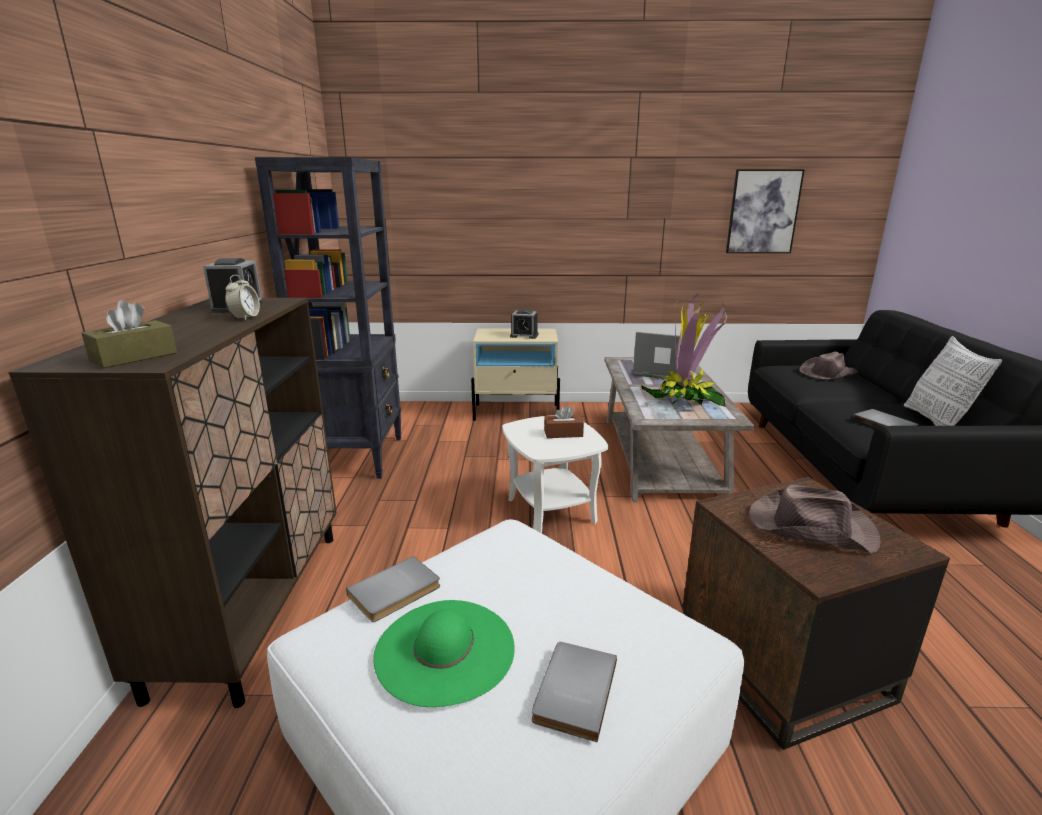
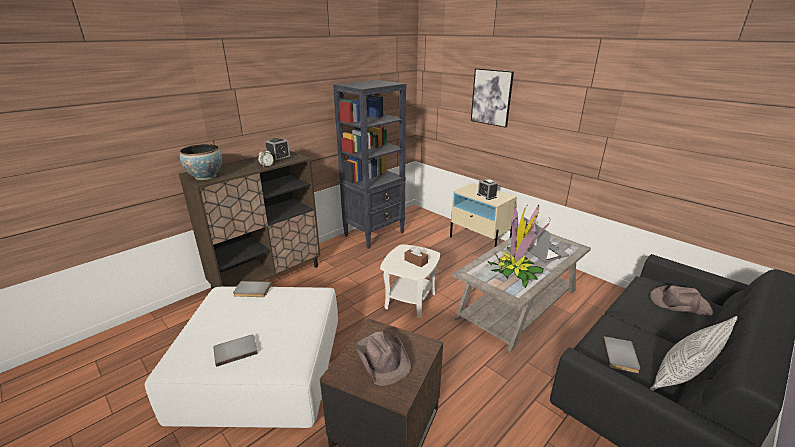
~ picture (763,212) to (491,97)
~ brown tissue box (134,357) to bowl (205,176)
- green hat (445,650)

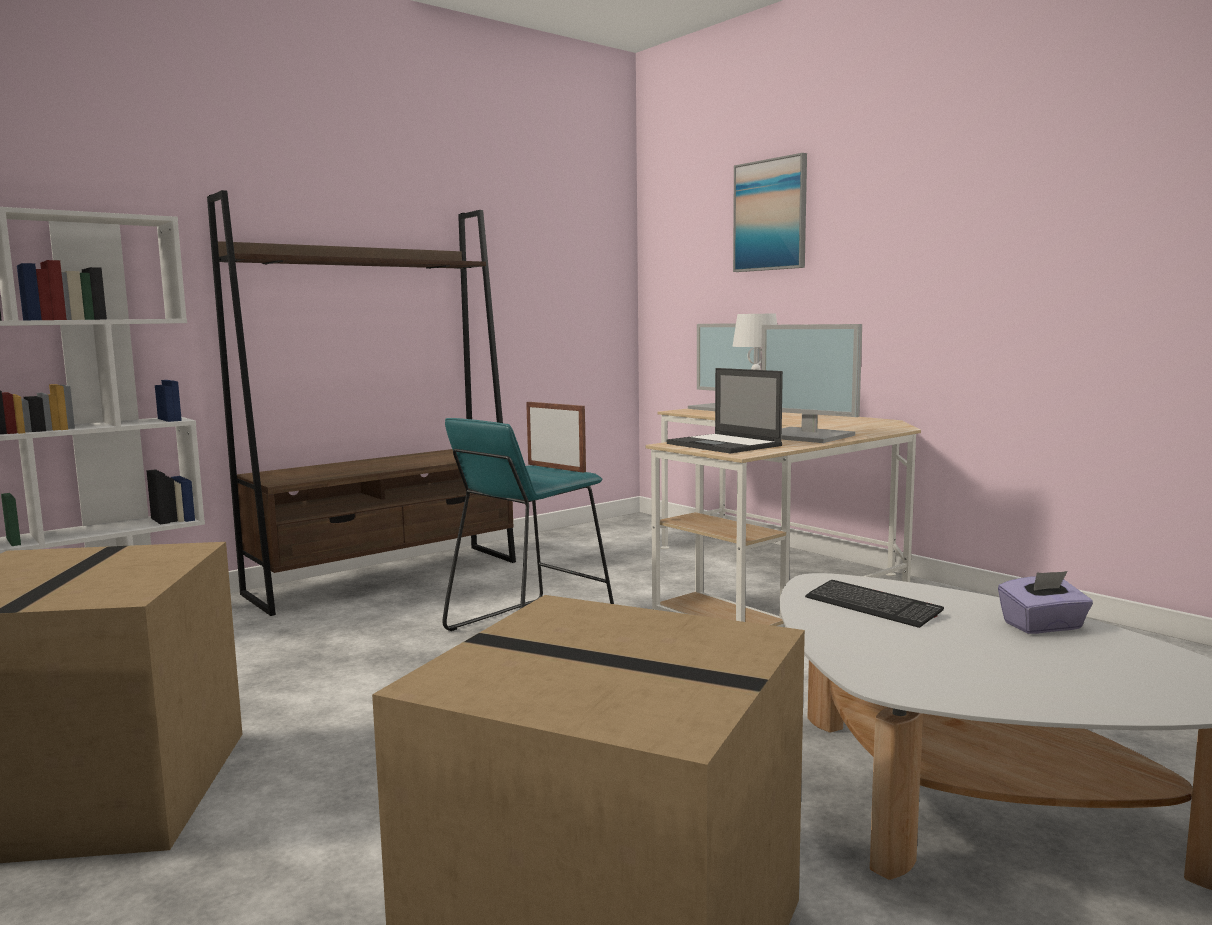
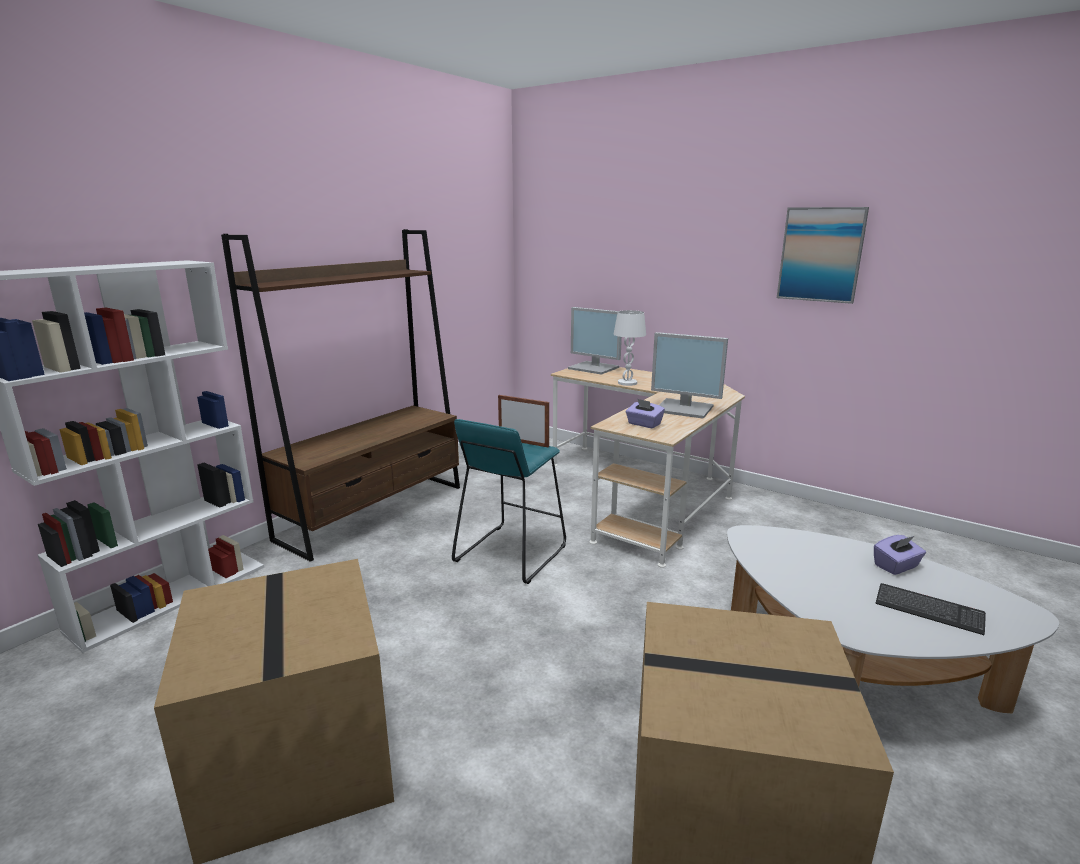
~ picture (770,215) to (821,254)
~ laptop (725,445) to purple tissue box (644,424)
~ keyboard (872,606) to (928,610)

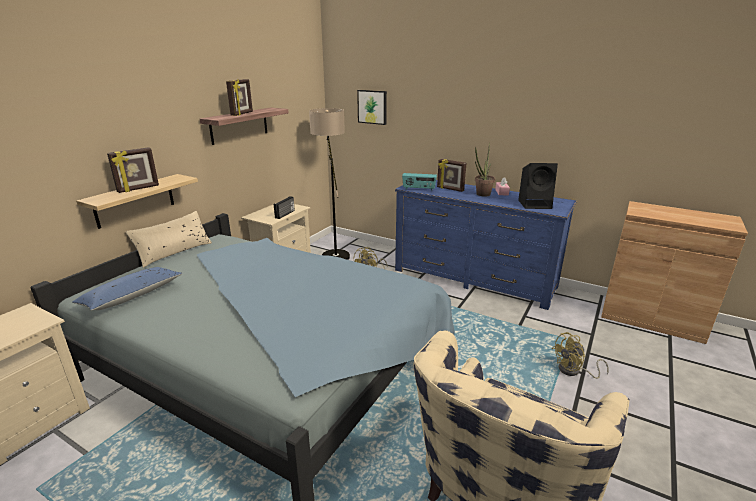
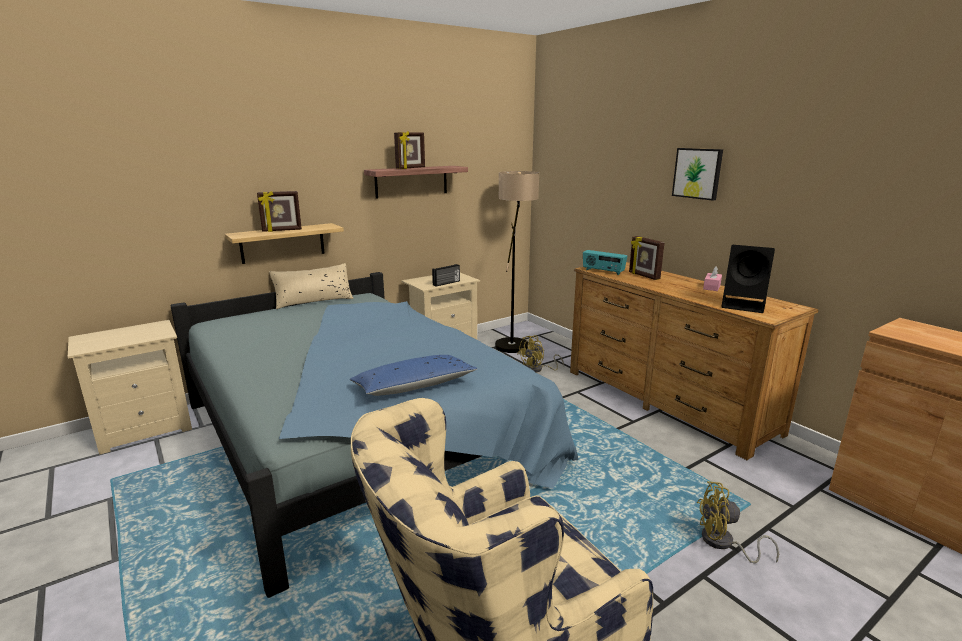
~ picture (372,107) to (697,173)
- potted plant (481,195)
~ blue dresser (473,278) to brown dresser (666,400)
~ blue pillow (132,296) to (414,386)

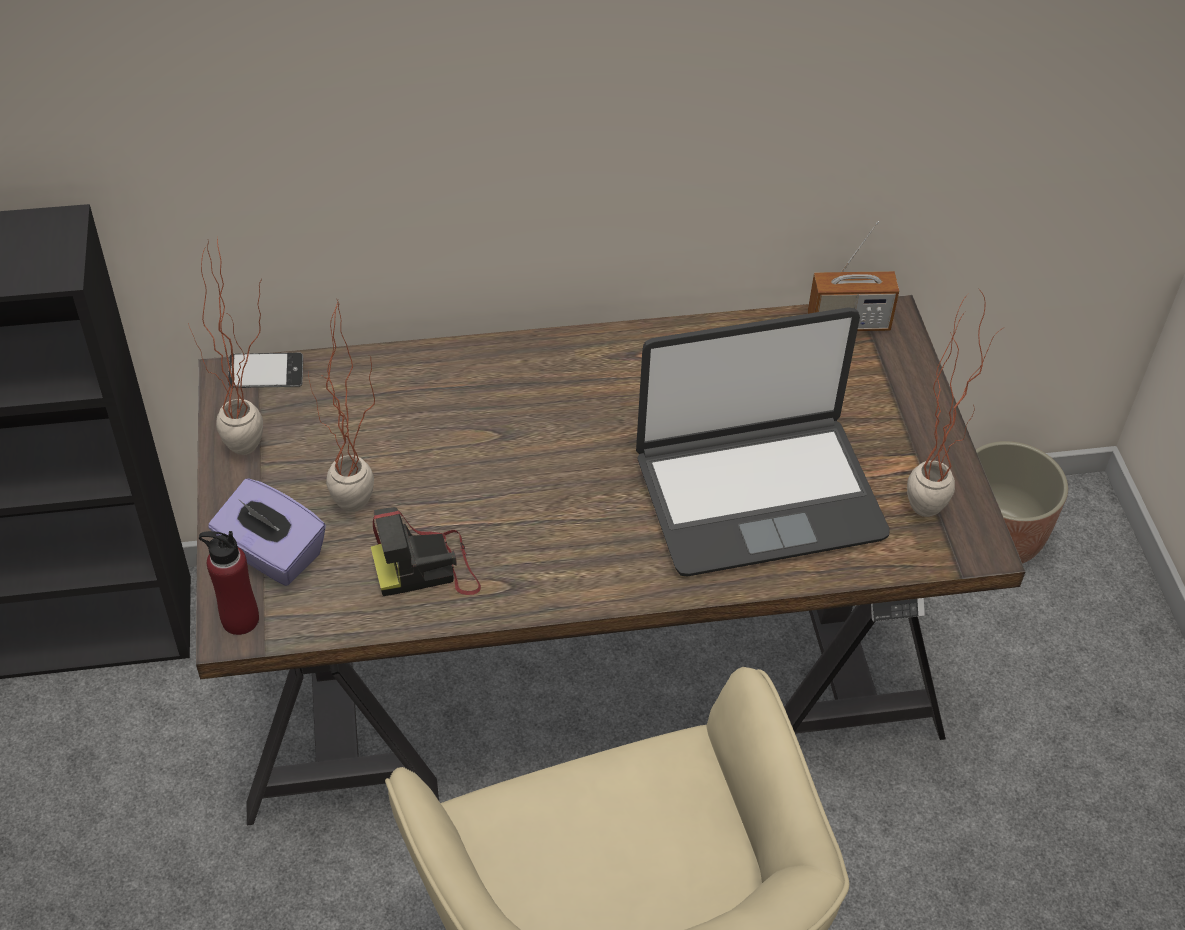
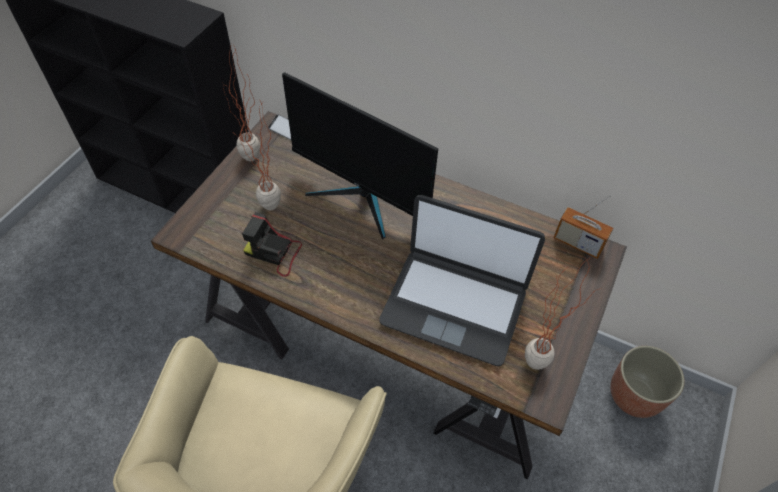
- purple tissue box (271,554)
- red bottle (240,619)
+ monitor (361,198)

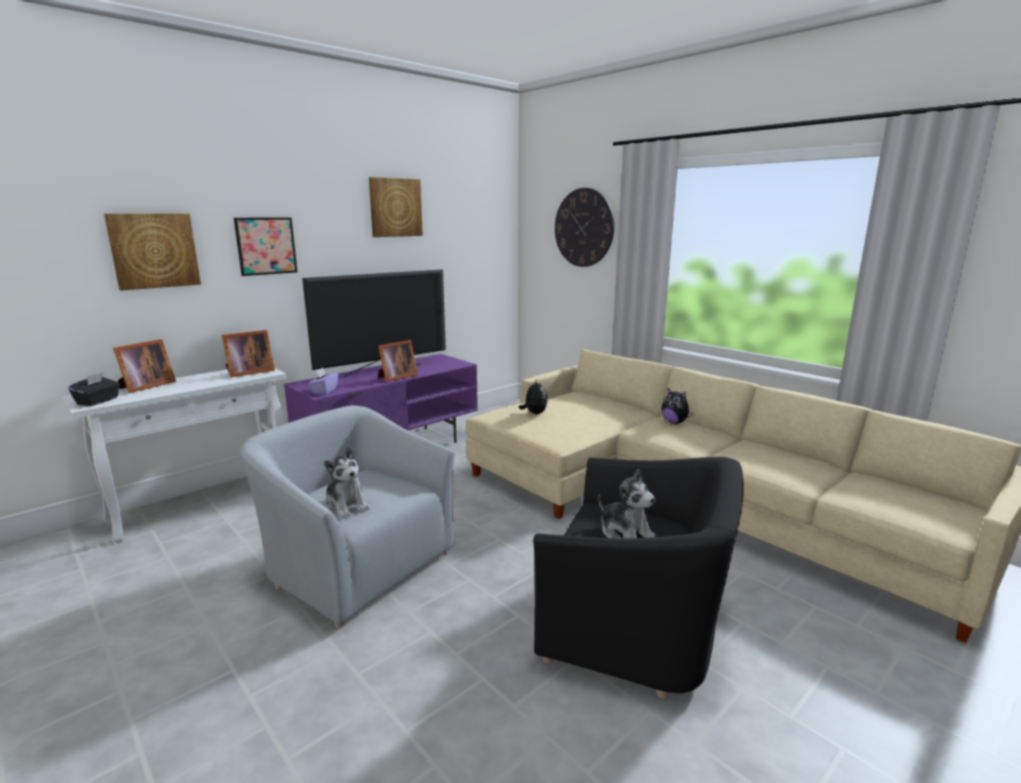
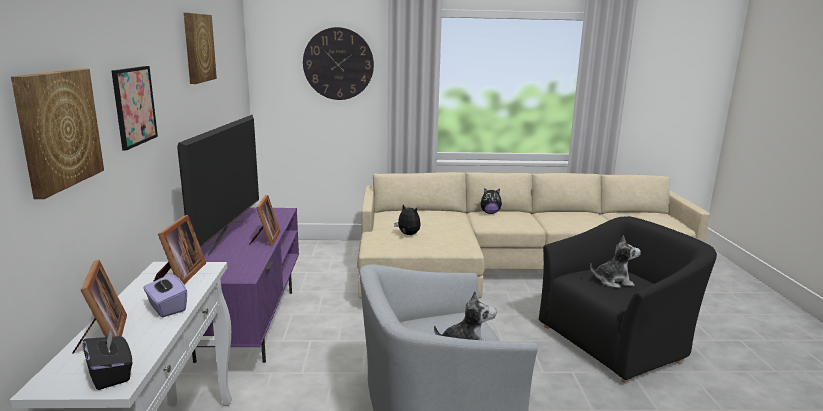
~ purple tissue box (324,391) to (166,308)

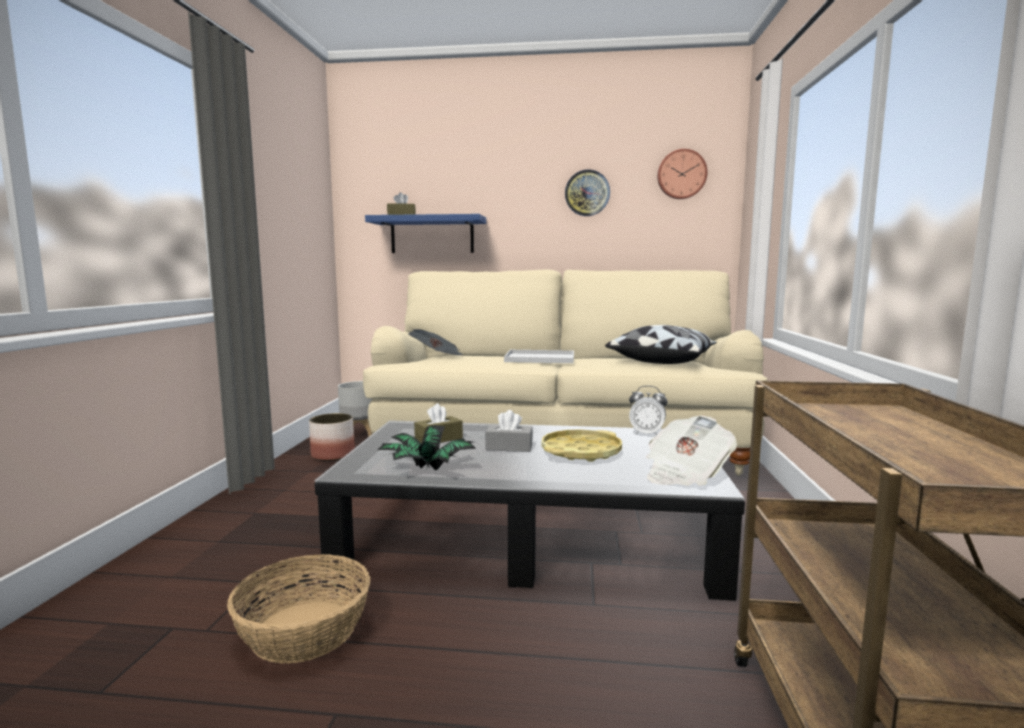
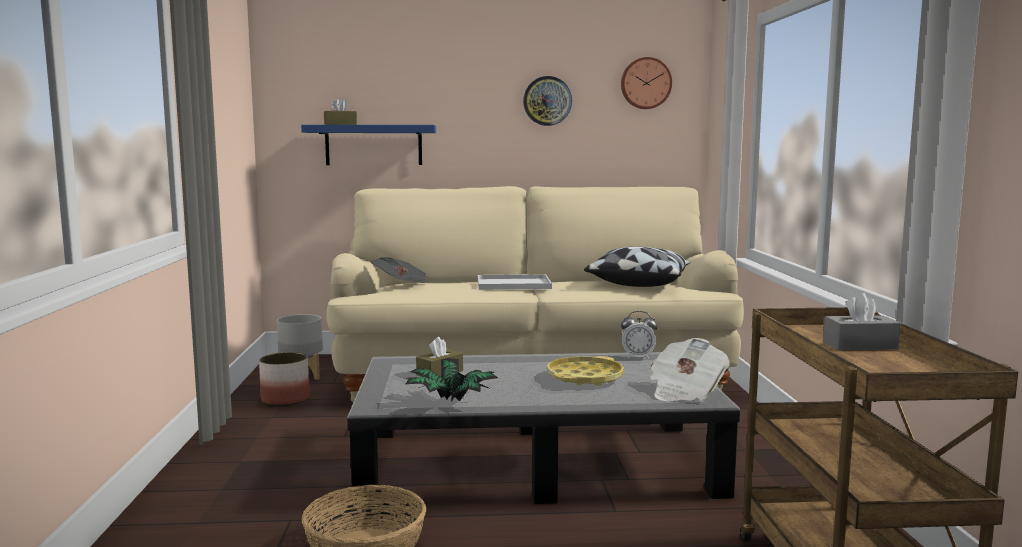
~ grey tissue box (509,447) to (860,345)

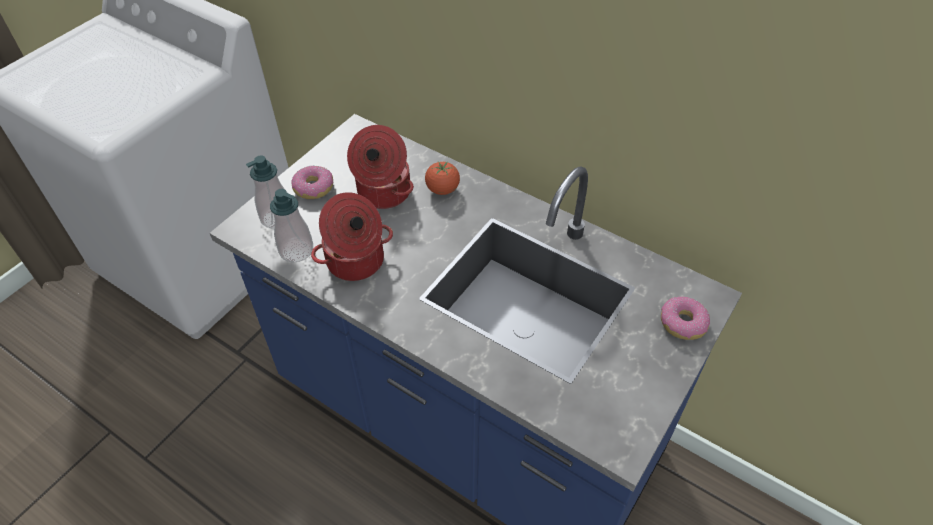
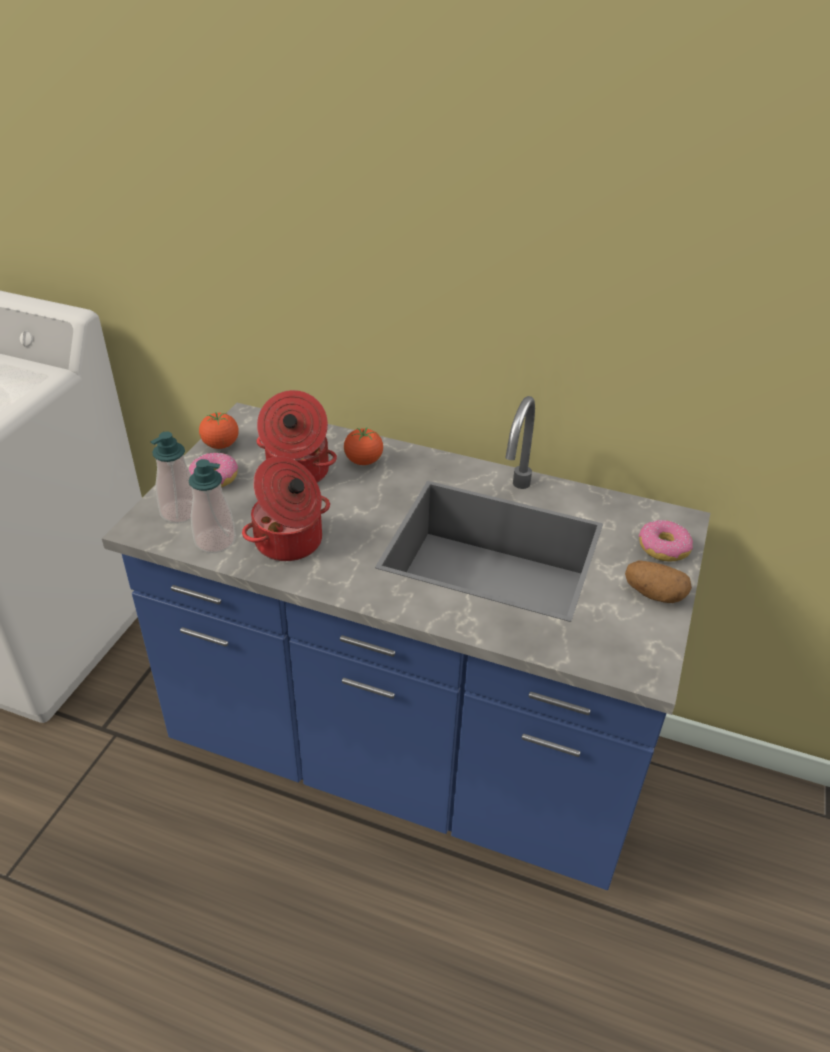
+ tomato (221,445)
+ potato (653,594)

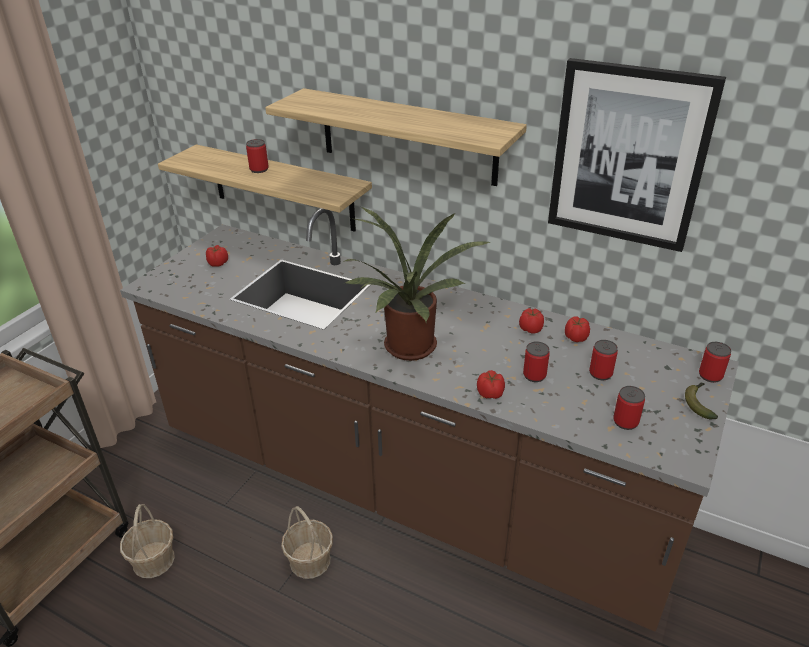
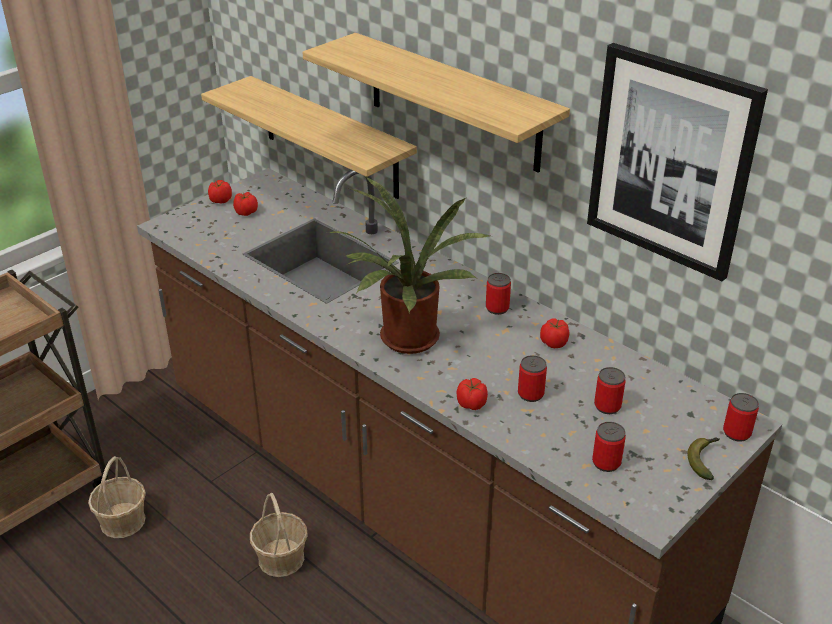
~ can (259,169) to (497,308)
~ tomato (575,338) to (220,200)

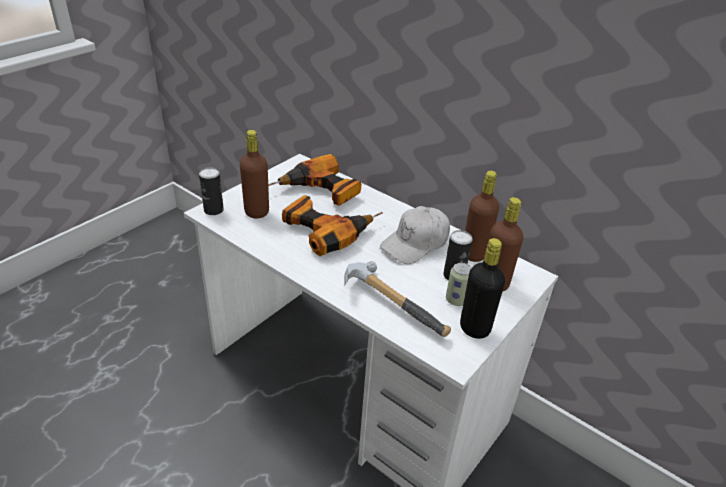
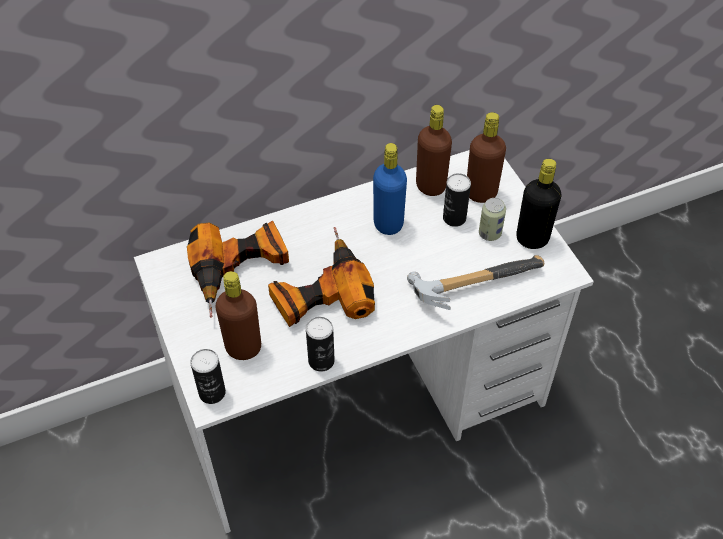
~ white cap (416,243) to blue bottle (388,224)
+ can (321,360)

